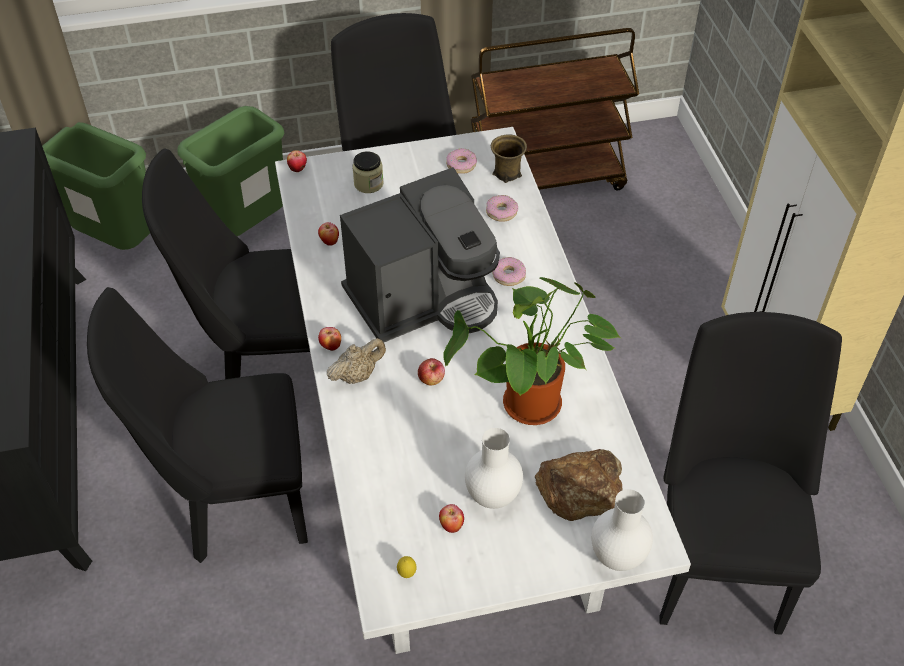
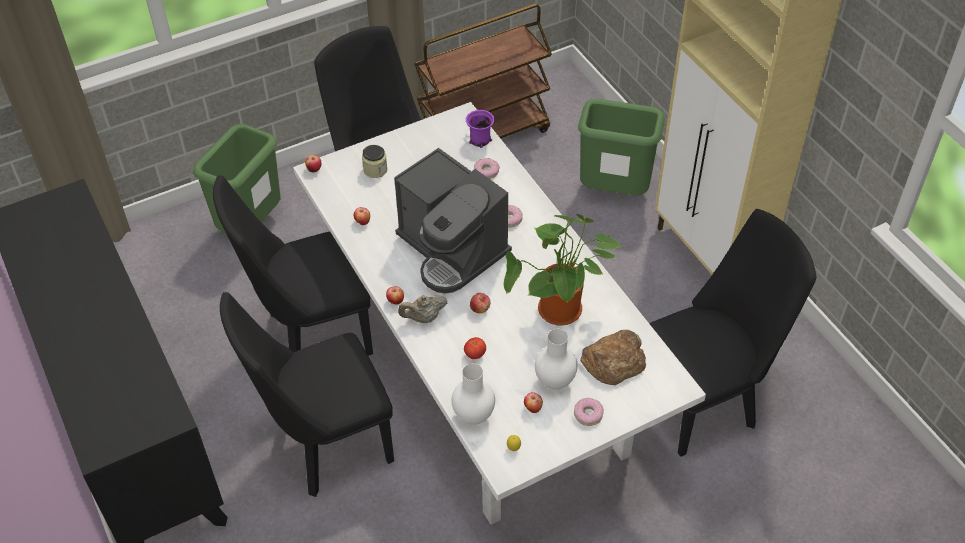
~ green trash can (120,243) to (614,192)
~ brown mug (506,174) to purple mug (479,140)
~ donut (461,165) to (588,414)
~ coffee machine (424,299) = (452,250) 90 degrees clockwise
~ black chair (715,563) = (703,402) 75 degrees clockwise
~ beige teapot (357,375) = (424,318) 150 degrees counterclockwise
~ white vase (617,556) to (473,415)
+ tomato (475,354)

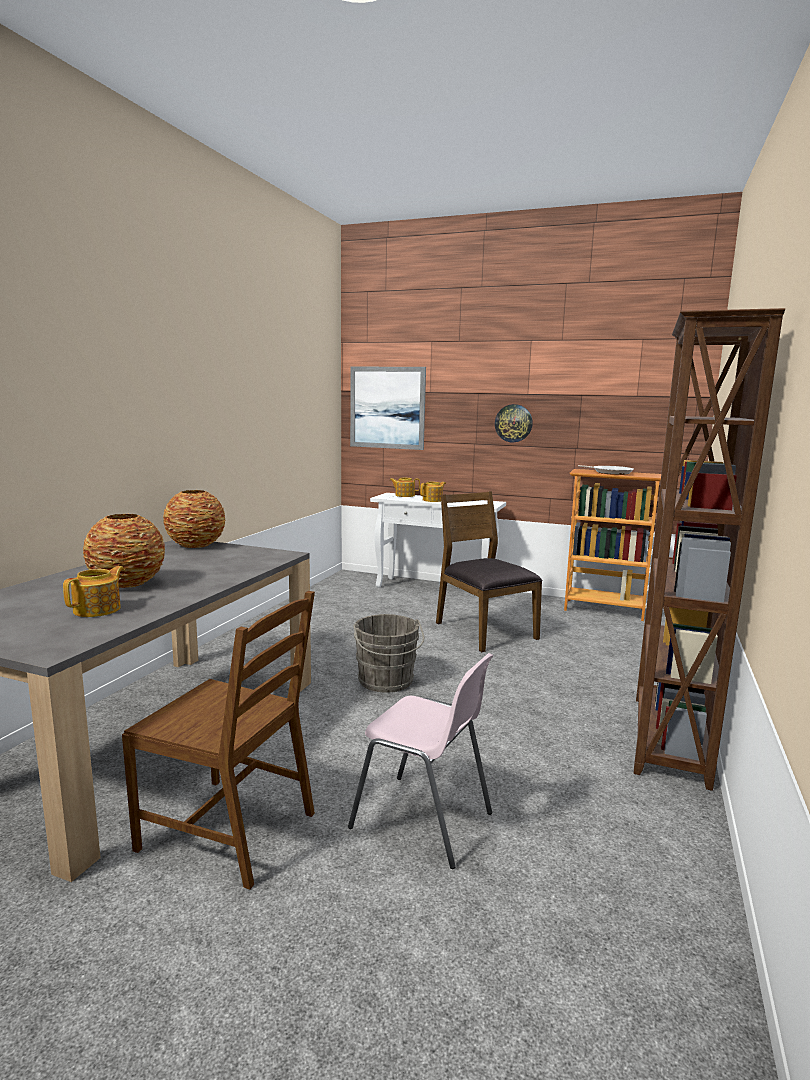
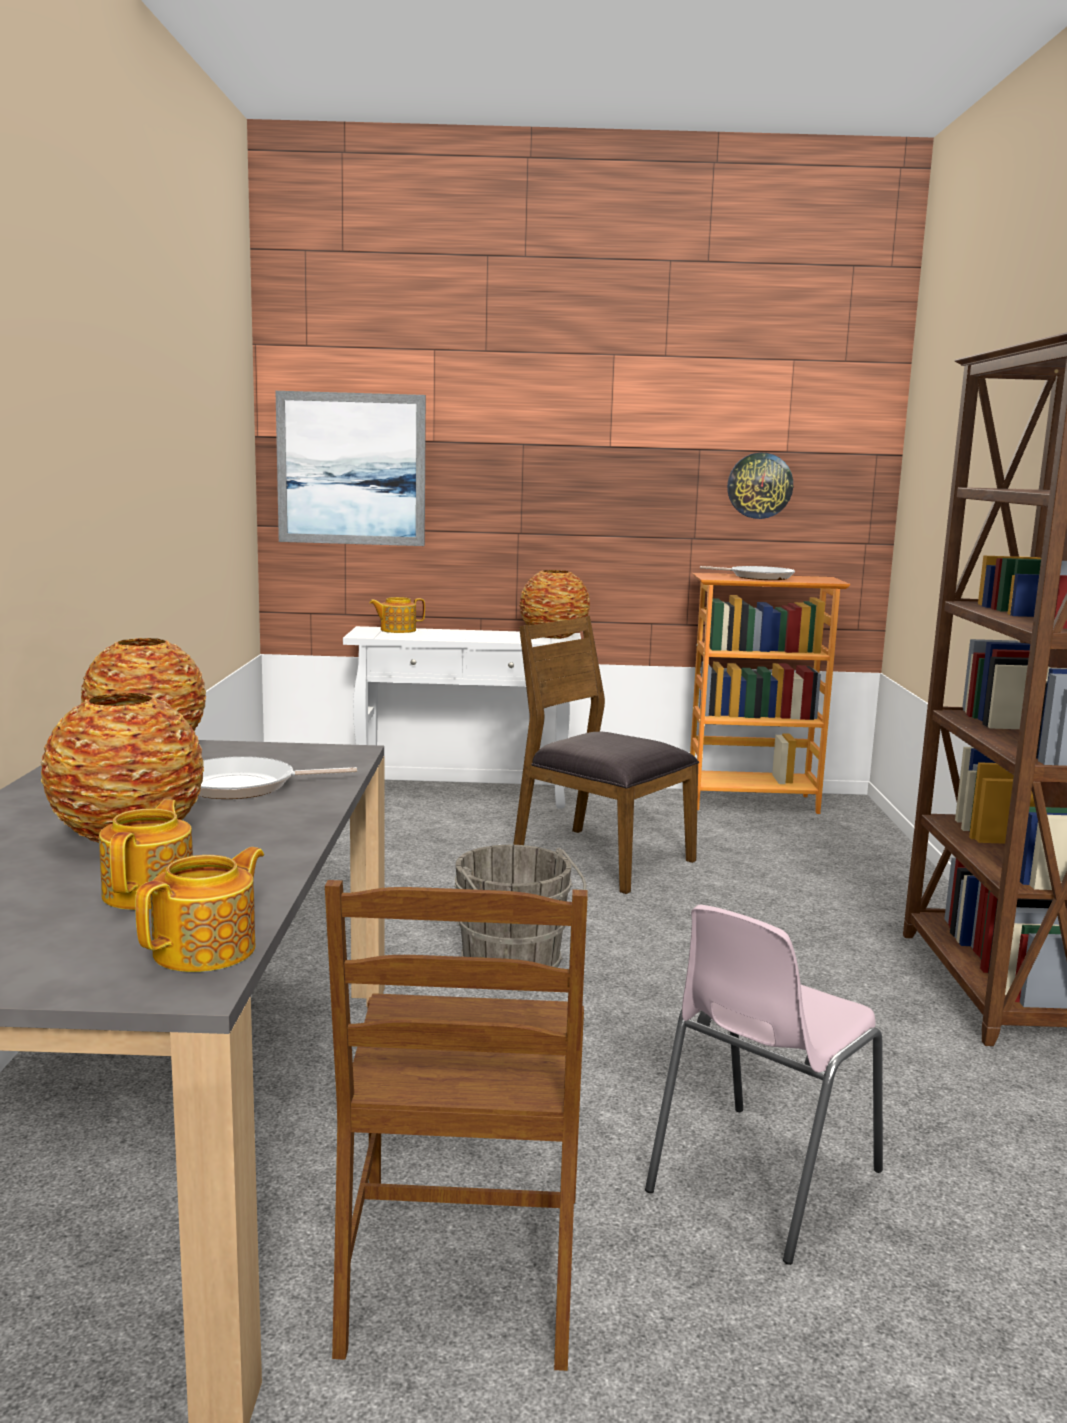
~ wall clock (513,423) to (759,485)
~ teapot (433,500) to (207,950)
~ brown chair (230,830) = (463,1271) 90 degrees clockwise
~ pink chair (423,821) = (760,1181) 120 degrees clockwise
+ vase (554,636)
+ frying pan (244,786)

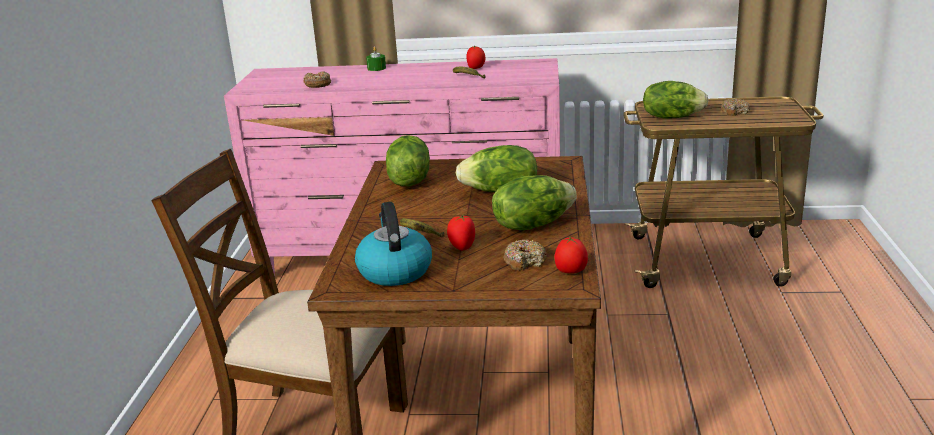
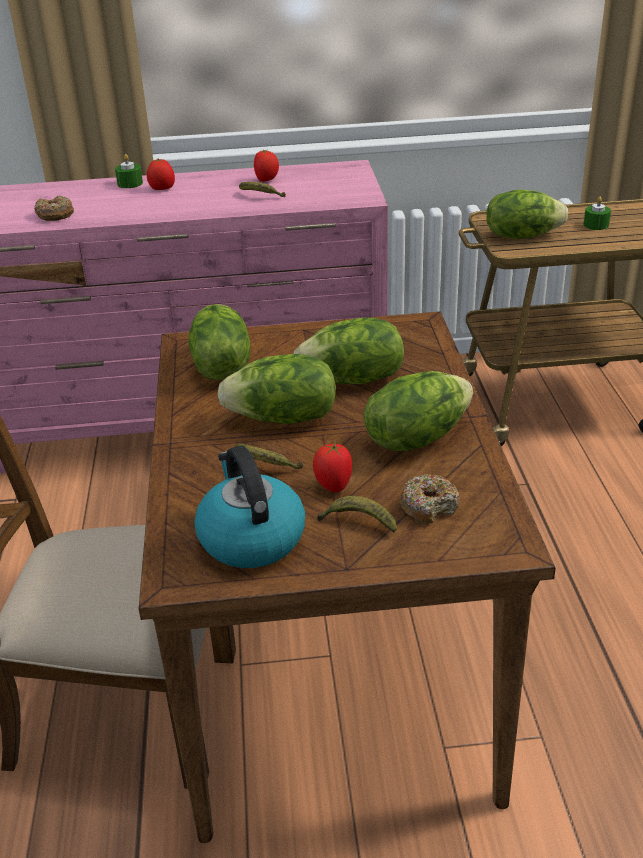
~ donut (734,112) to green candle (596,225)
~ tomato (571,272) to (162,189)
+ lettuce (283,419)
+ banana (358,522)

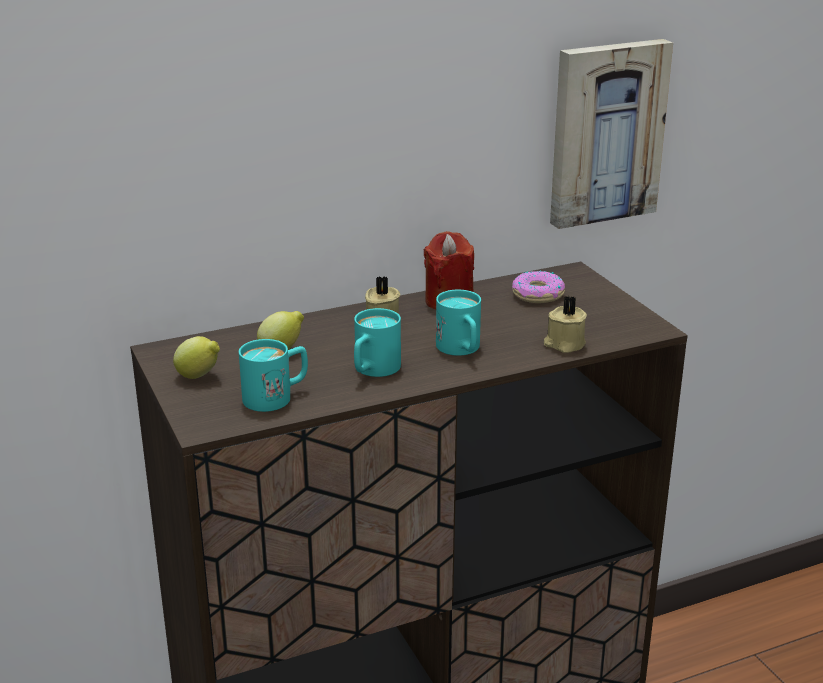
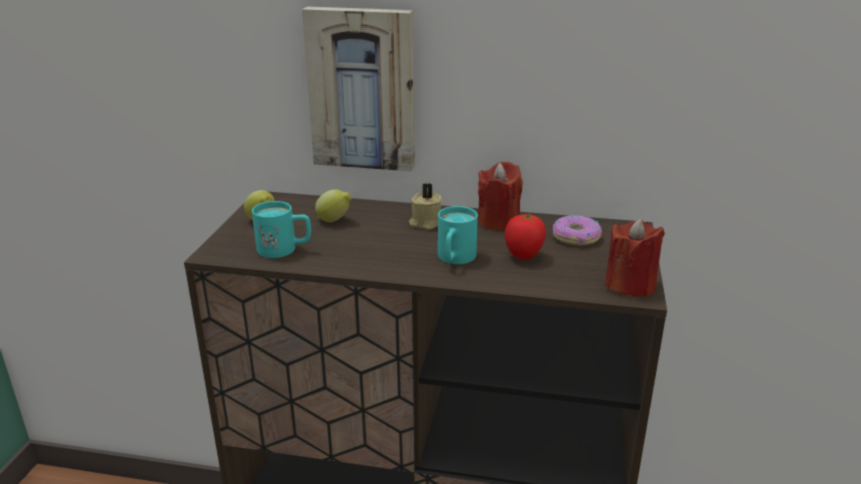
~ picture (605,132) to (363,89)
- beige candle (564,344)
- turquoise mug (373,370)
+ tomato (523,257)
+ red candle (630,285)

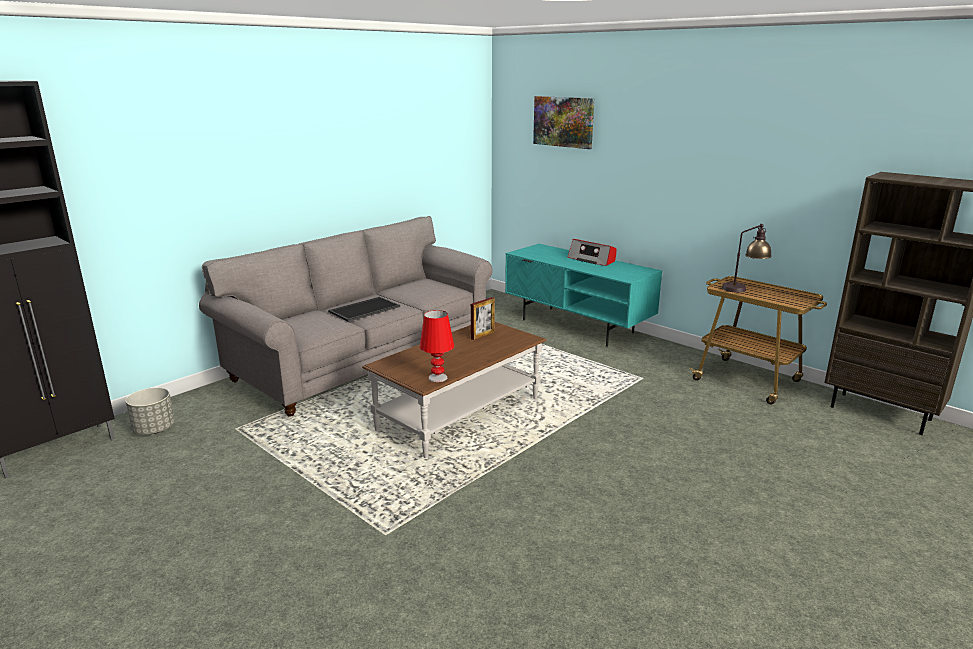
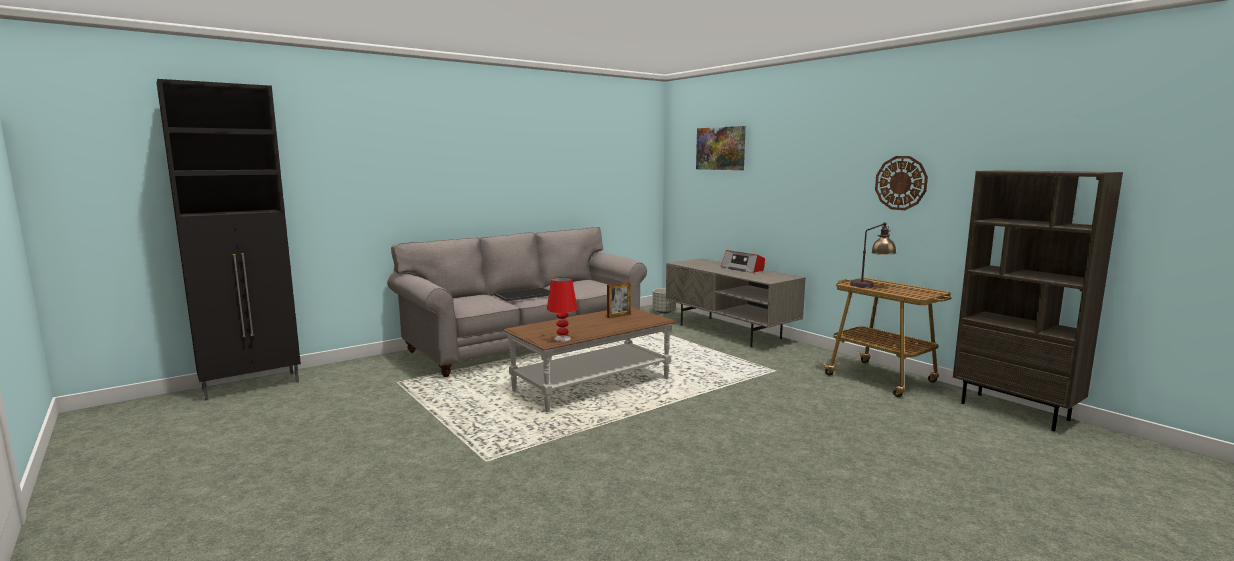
~ turquoise tv stand (578,326) to grey tv stand (730,331)
~ grey planter (154,429) to (664,312)
+ wall clock (901,183)

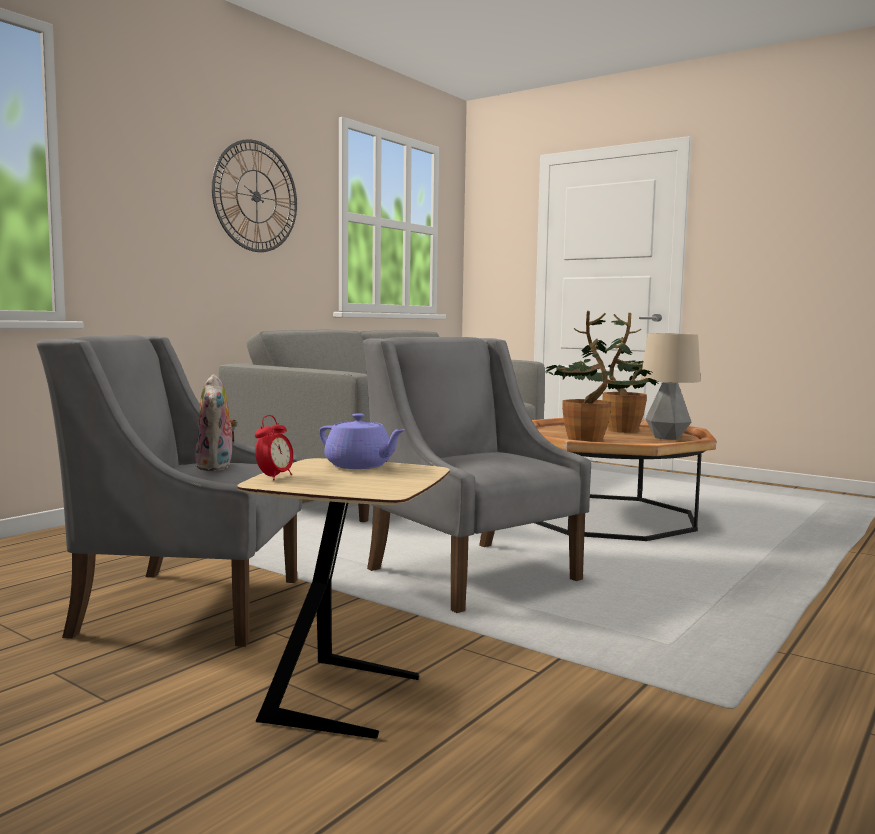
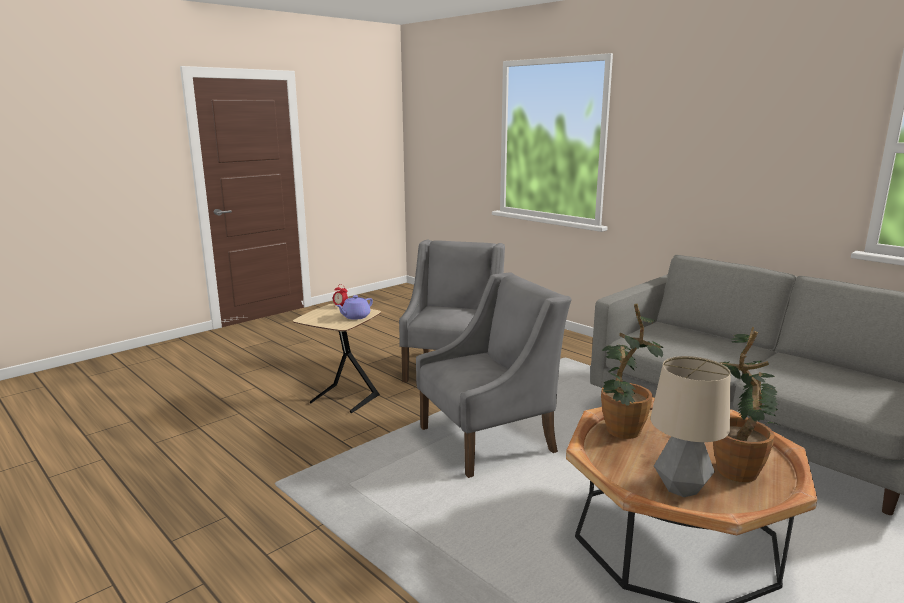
- wall clock (256,196)
- plush toy (217,467)

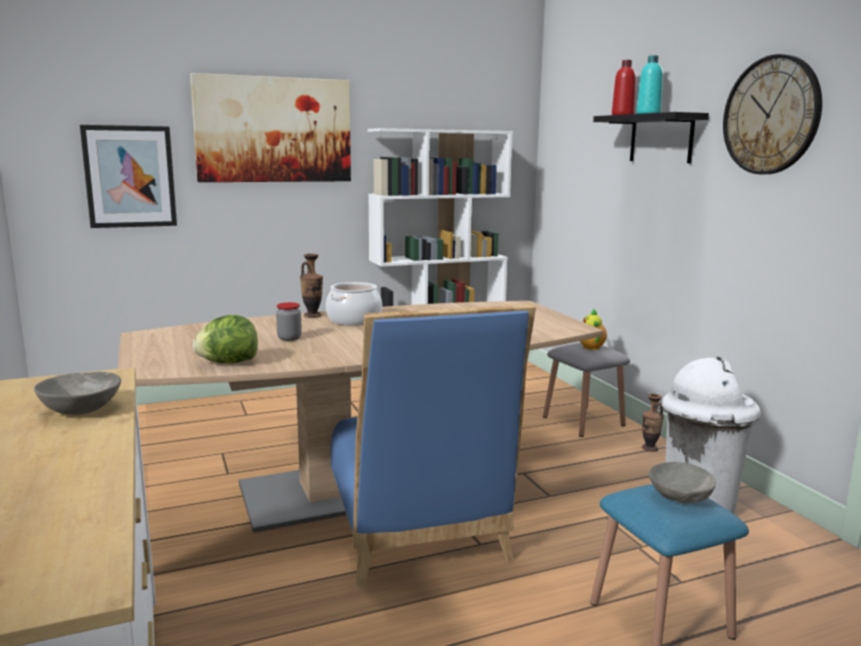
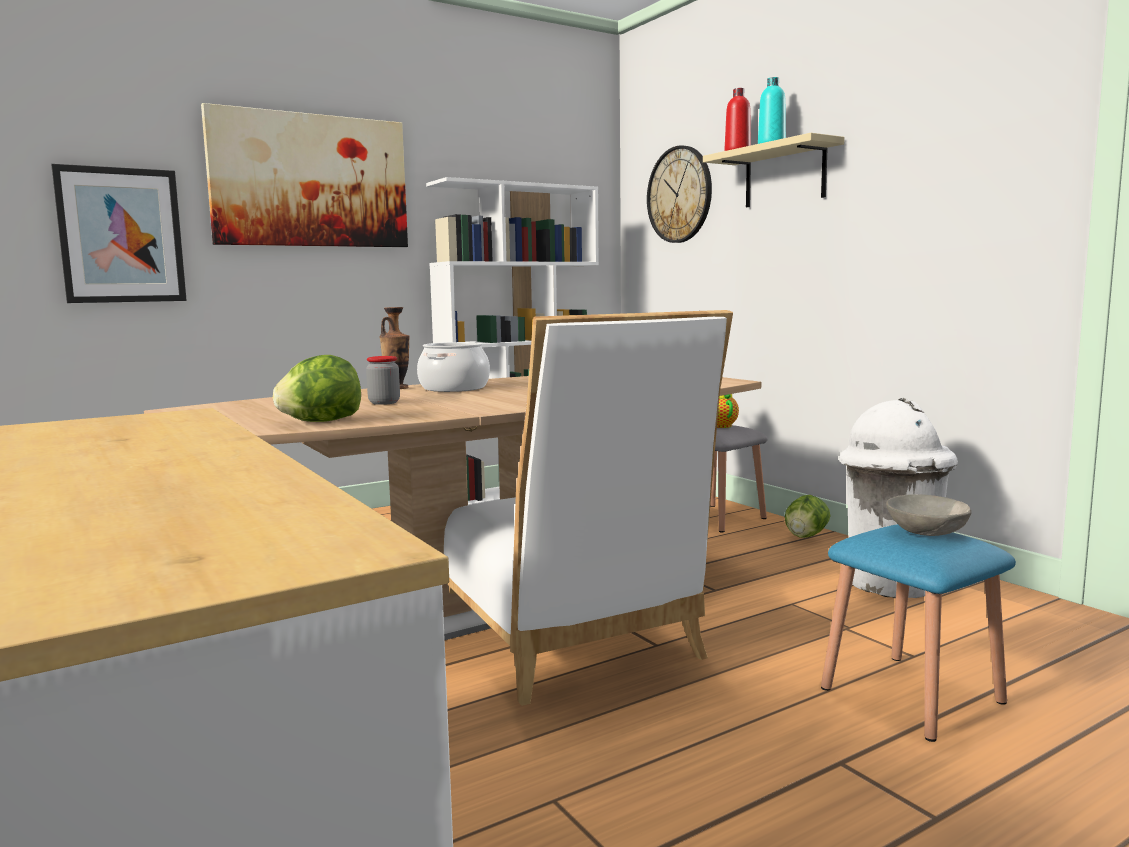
~ wall clock (771,115) to (679,195)
~ black shelf (661,138) to beige shelf (785,175)
~ blue chair (418,534) to white chair (573,643)
- grey bowl (80,410)
~ vase (649,448) to lettuce (805,536)

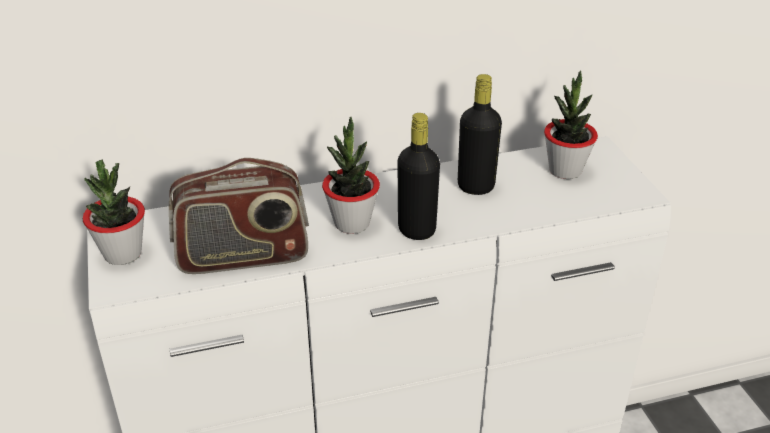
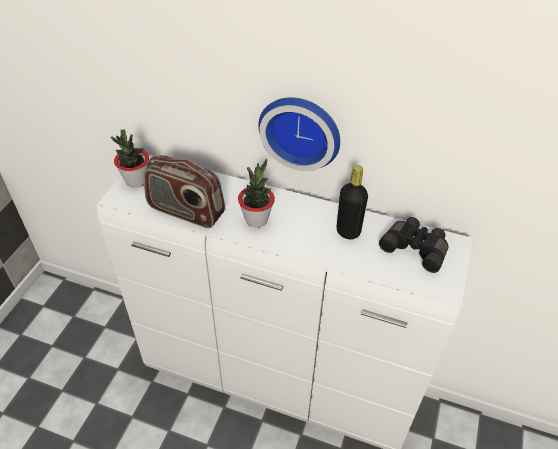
~ potted plant (565,170) to black binoculars (415,248)
- black bottle (416,230)
+ wall clock (301,130)

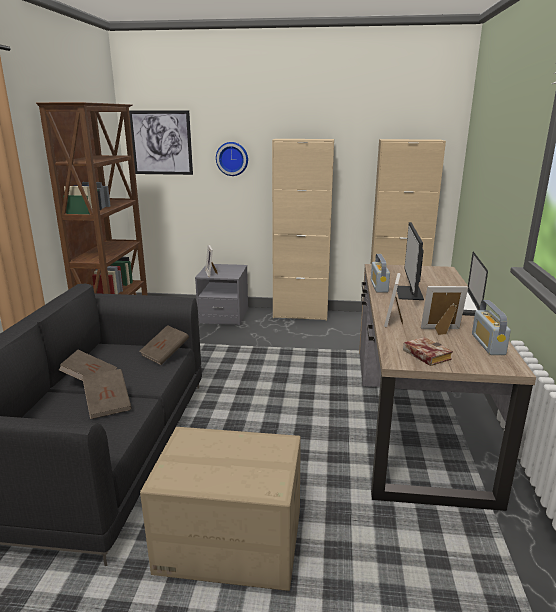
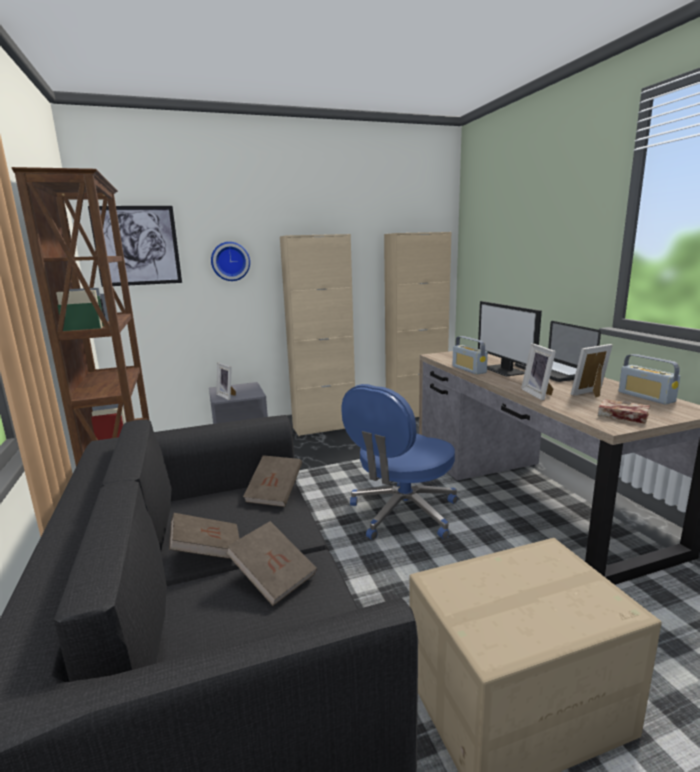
+ blue office chair (402,513)

